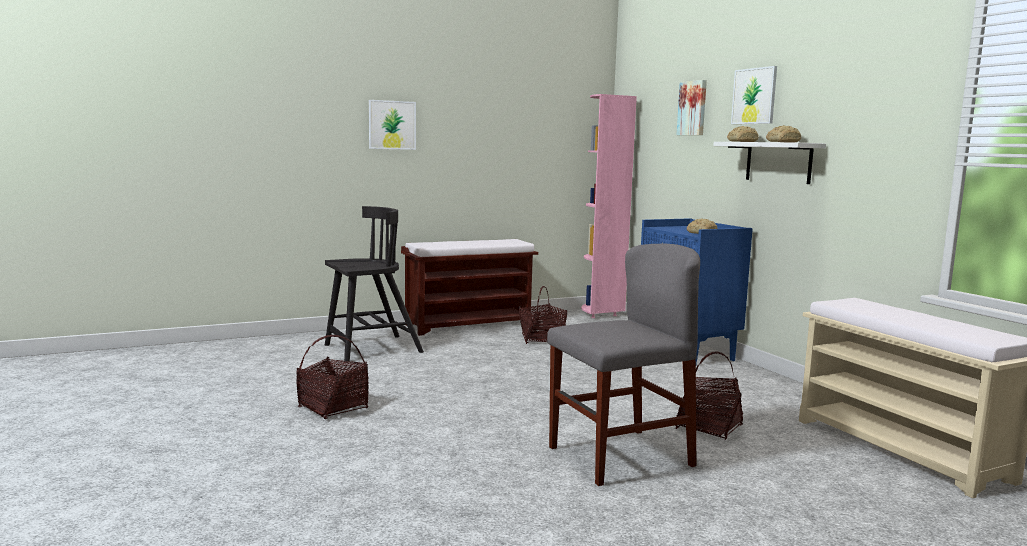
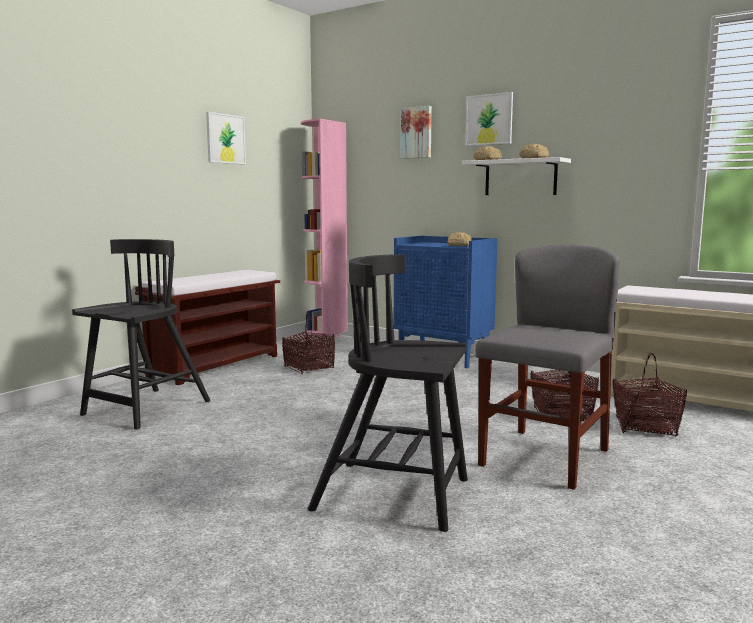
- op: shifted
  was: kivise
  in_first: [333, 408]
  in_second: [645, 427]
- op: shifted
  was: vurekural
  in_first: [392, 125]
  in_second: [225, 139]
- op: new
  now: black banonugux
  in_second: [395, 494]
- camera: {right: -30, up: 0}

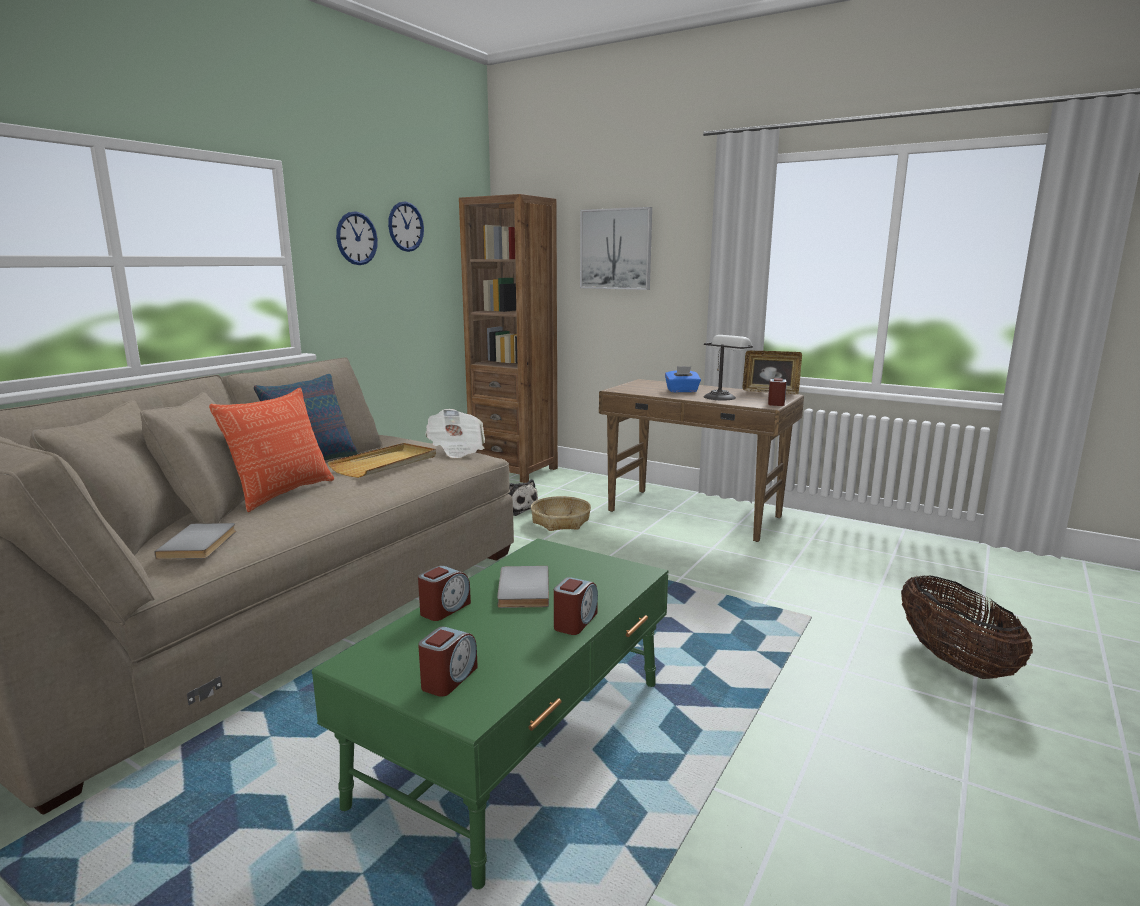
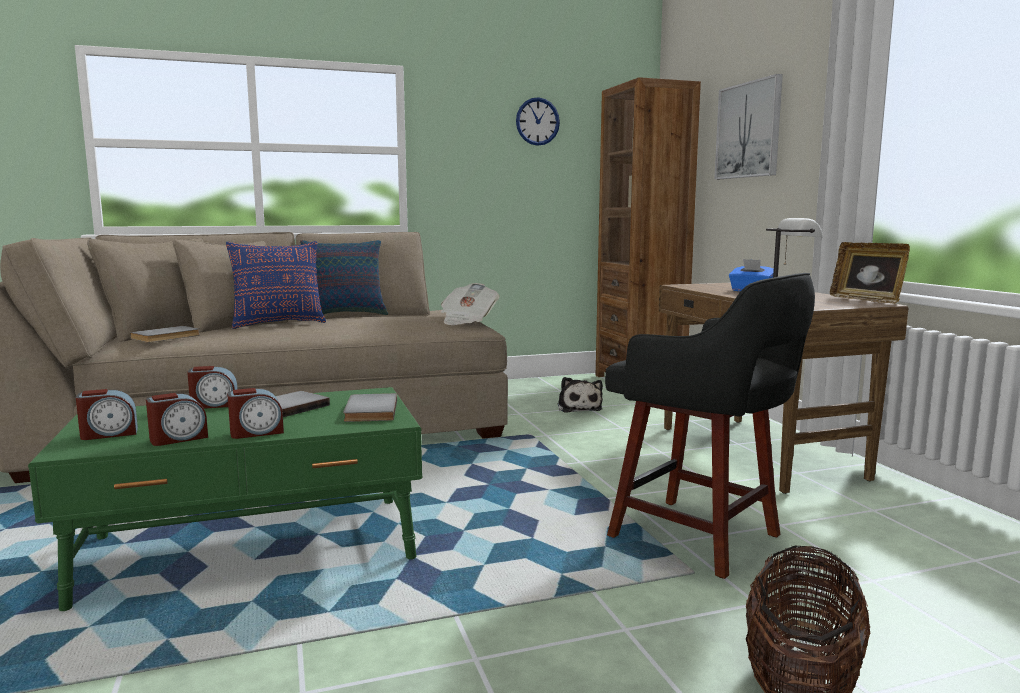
- op: repainted
  was: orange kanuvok
  now: blue kanuvok
  in_first: [282, 493]
  in_second: [279, 324]
- op: gone
  was: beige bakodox
  in_first: [385, 463]
- op: gone
  was: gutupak
  in_first: [356, 238]
- op: gone
  was: kivise
  in_first: [560, 521]
- op: shifted
  was: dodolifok
  in_first: [776, 403]
  in_second: [178, 438]
- op: new
  now: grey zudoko
  in_second: [368, 411]
- op: new
  now: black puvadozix
  in_second: [700, 539]
- camera: {right: 40, up: -5}

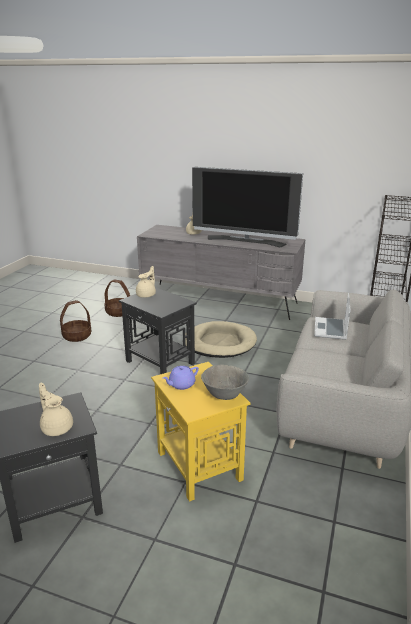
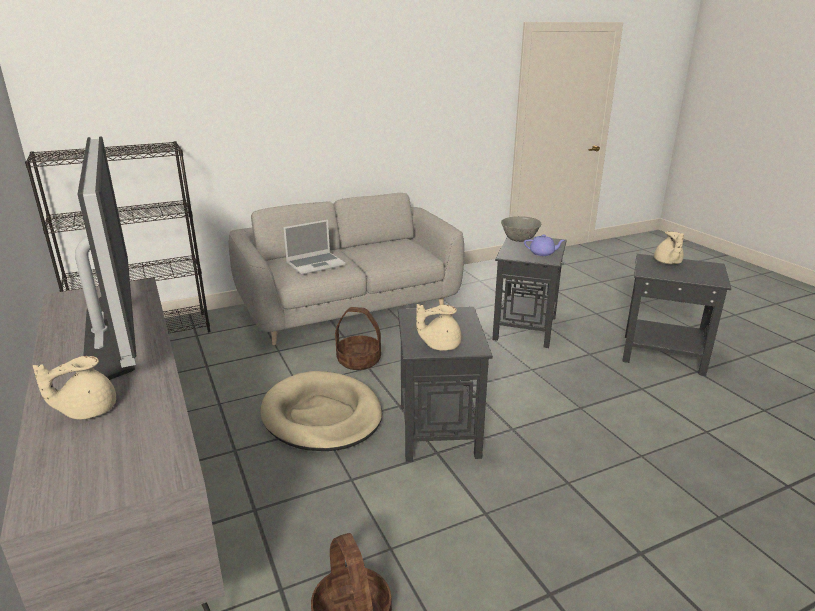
- op: shifted
  was: kivise
  in_first: [77, 336]
  in_second: [358, 361]
- op: repainted
  was: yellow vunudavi
  now: black vunudavi
  in_first: [199, 466]
  in_second: [525, 327]
- camera: {right: -135, up: 0}

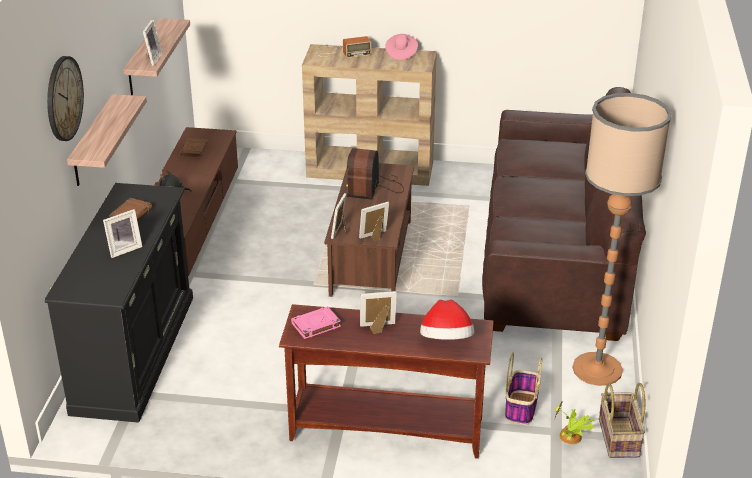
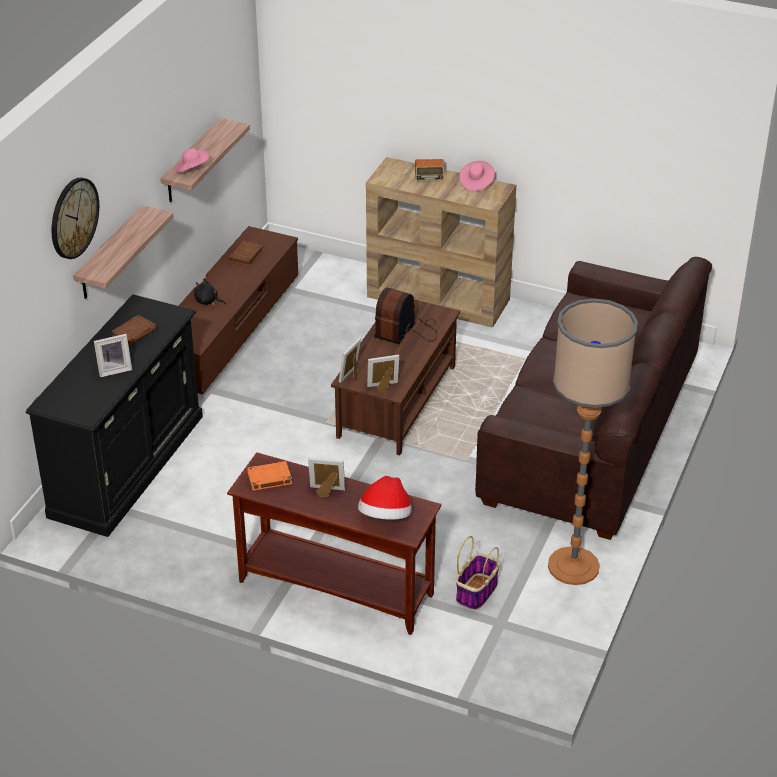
- op: swapped
  was: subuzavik
  now: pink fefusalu
  in_first: [151, 59]
  in_second: [192, 169]
- op: repainted
  was: pink zudoko
  now: orange zudoko
  in_first: [315, 325]
  in_second: [269, 478]
- op: gone
  was: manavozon
  in_first: [571, 437]
- op: gone
  was: kivise
  in_first: [619, 438]
- camera: {right: 15, up: 5}

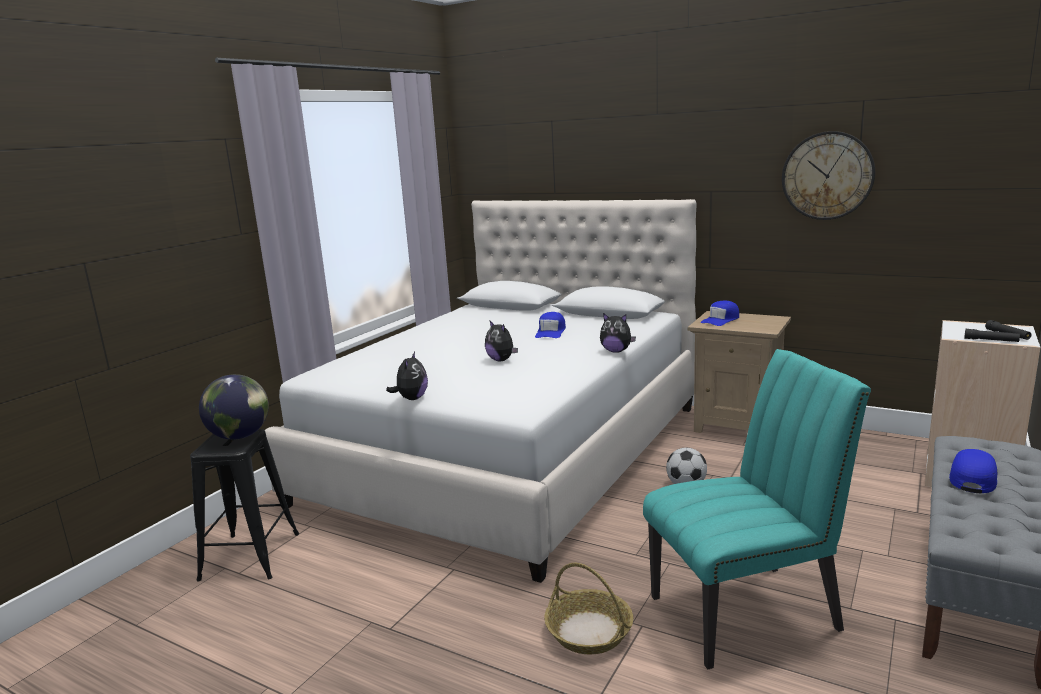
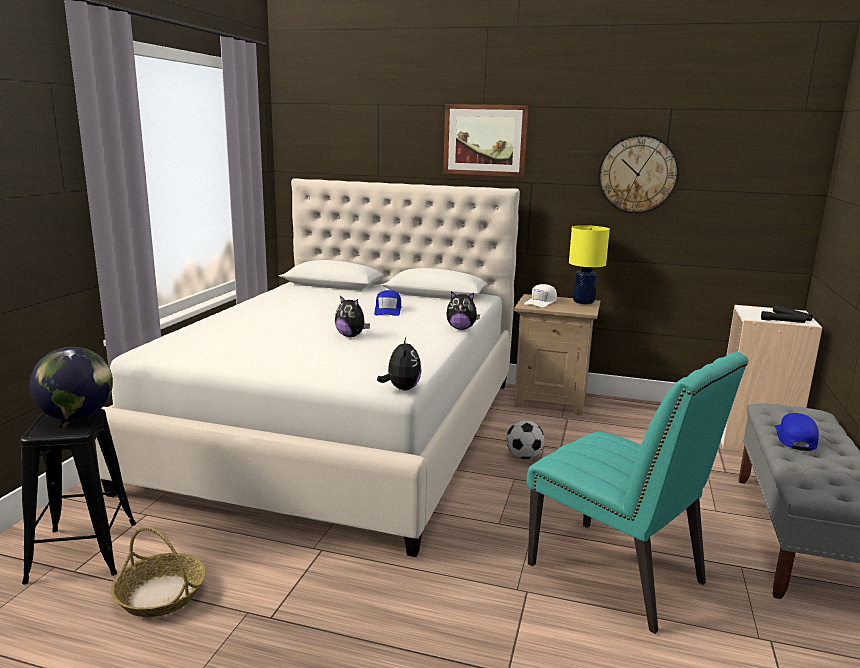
- op: shifted
  was: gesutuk
  in_first: [411, 398]
  in_second: [401, 389]
- op: shifted
  was: kivise
  in_first: [588, 631]
  in_second: [160, 595]
- op: rotated
  was: turquoise banonugux
  in_first: [743, 614]
  in_second: [614, 573]
  clockwise: 75
- op: repainted
  was: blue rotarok
  now: white rotarok
  in_first: [721, 320]
  in_second: [541, 302]
- op: new
  now: vurekural
  in_second: [485, 140]
- op: new
  now: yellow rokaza
  in_second: [583, 303]
- camera: {right: -15, up: 0}

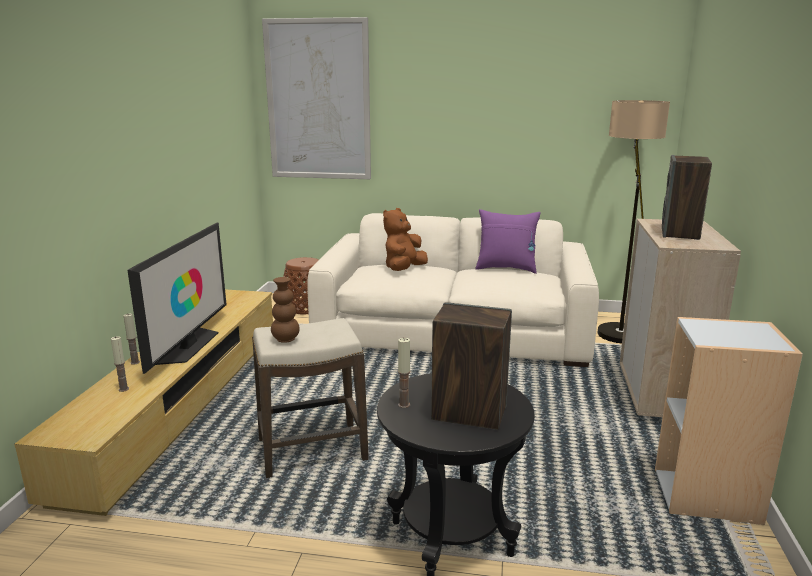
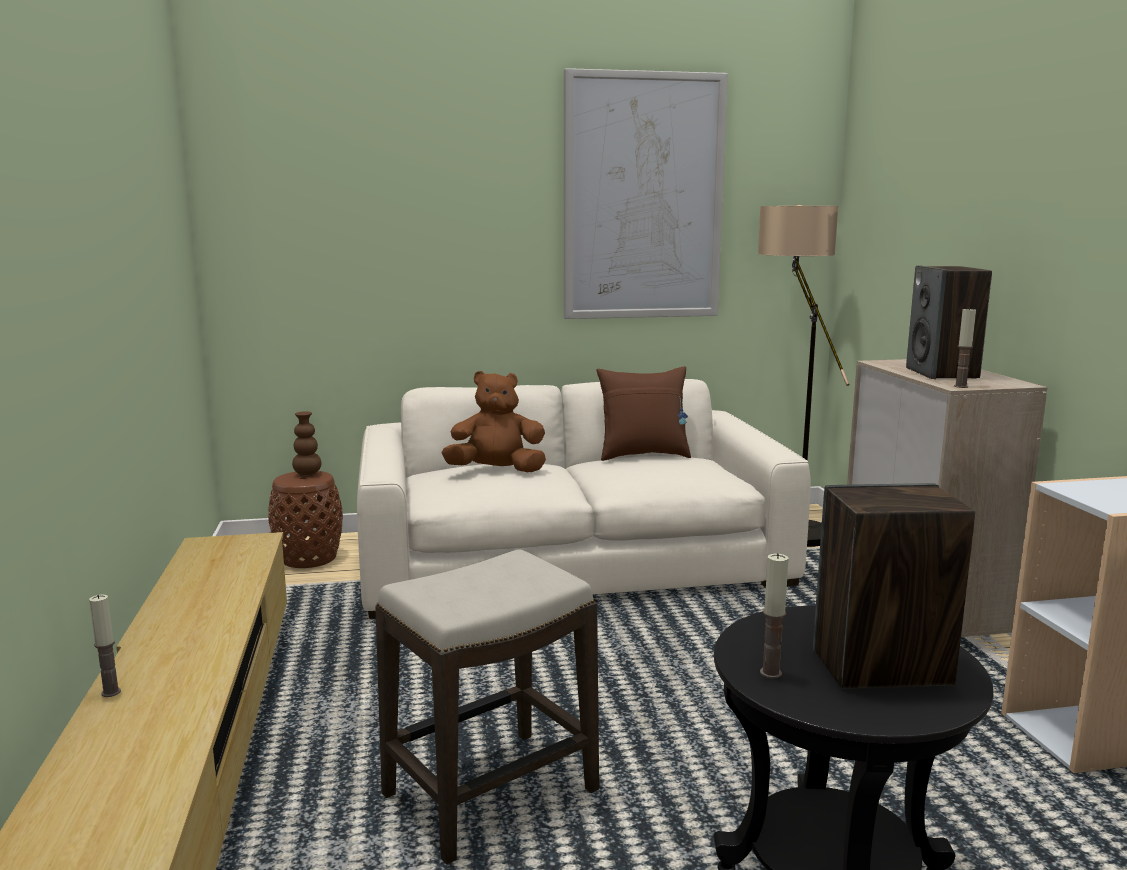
- op: shifted
  was: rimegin
  in_first: [123, 389]
  in_second: [960, 386]
- op: gone
  was: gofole
  in_first: [188, 346]
- op: shifted
  was: vurekural
  in_first: [318, 100]
  in_second: [643, 198]
- op: shifted
  was: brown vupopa
  in_first: [285, 339]
  in_second: [307, 474]
- op: rotated
  was: brown gesutuk
  in_first: [404, 269]
  in_second: [496, 471]
  clockwise: 75
- op: repainted
  was: purple kanuvok
  now: brown kanuvok
  in_first: [506, 269]
  in_second: [643, 456]
- camera: {right: -20, up: -5}

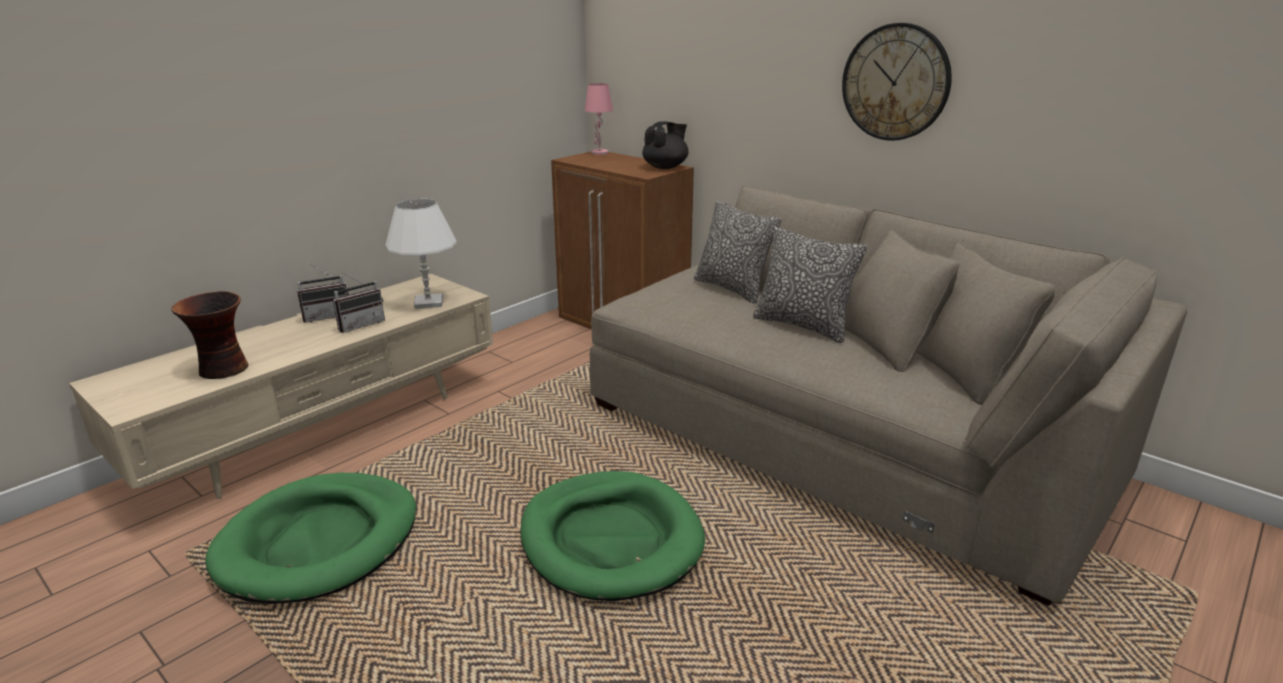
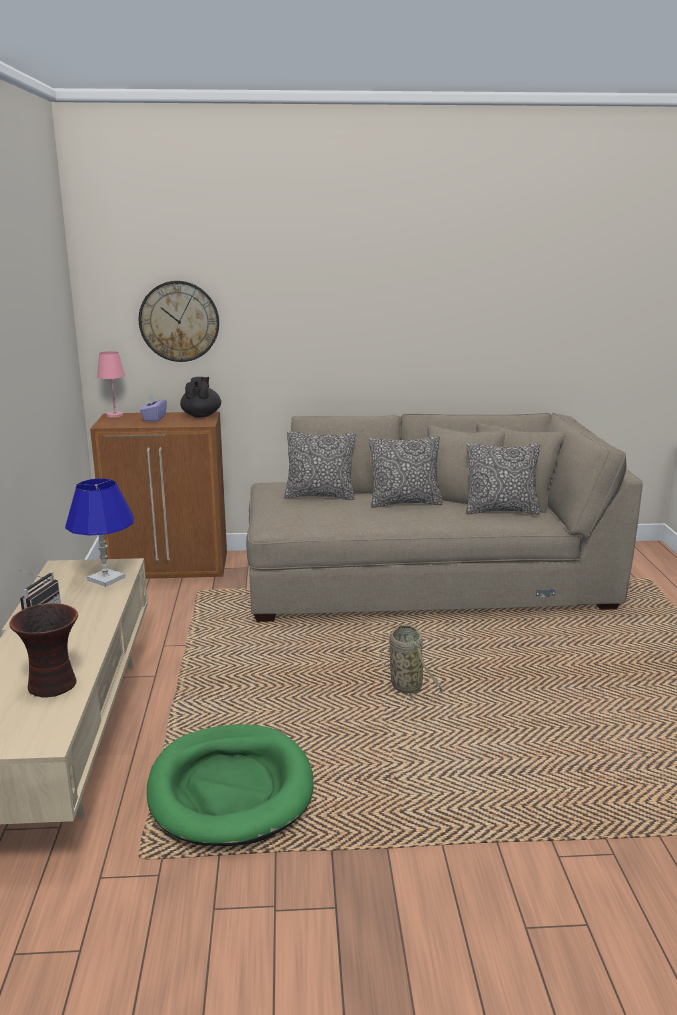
- op: gone
  was: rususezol
  in_first: [360, 324]
- op: repainted
  was: white rokaza
  now: blue rokaza
  in_first: [428, 302]
  in_second: [106, 579]
- op: swapped
  was: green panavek
  now: kivise
  in_first: [611, 539]
  in_second: [405, 684]
- op: shifted
  was: gutupak
  in_first: [895, 82]
  in_second: [179, 321]
- op: new
  now: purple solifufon
  in_second: [154, 418]
- op: new
  now: kanuvok
  in_second: [501, 510]
- camera: {right: -45, up: -5}

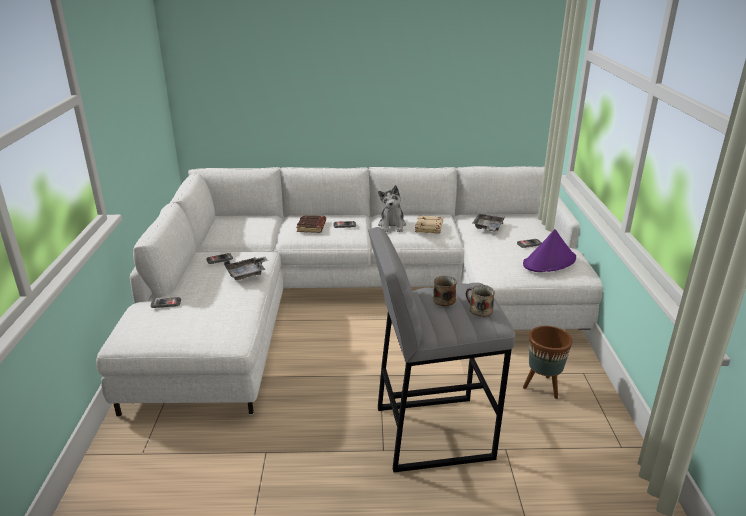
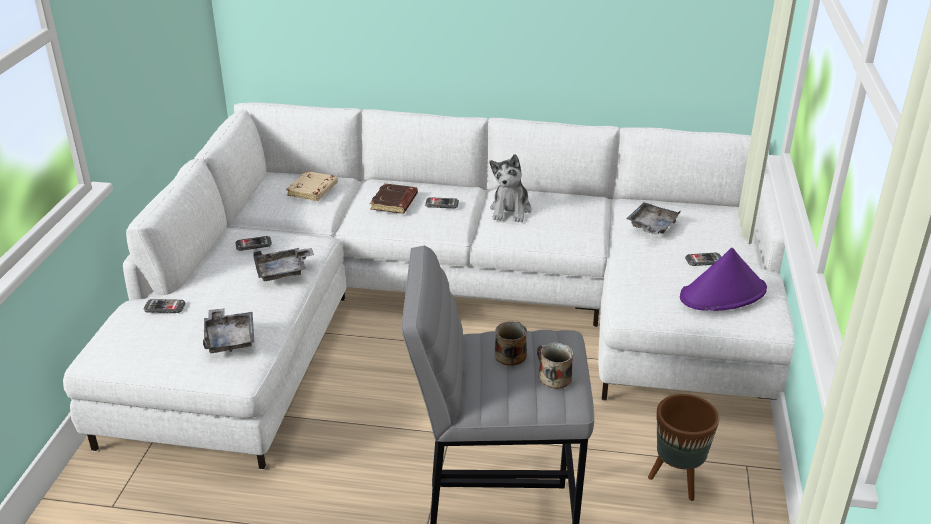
- op: shifted
  was: beige zudoko
  in_first: [429, 227]
  in_second: [313, 190]
- op: new
  now: grey bakodox
  in_second: [229, 338]
- camera: {right: 10, up: 5}

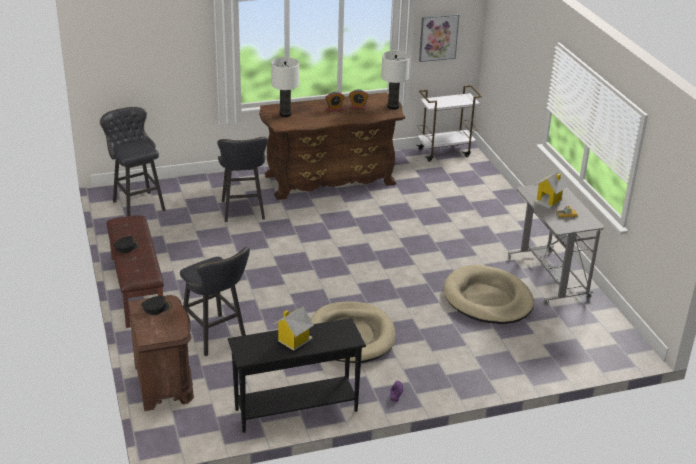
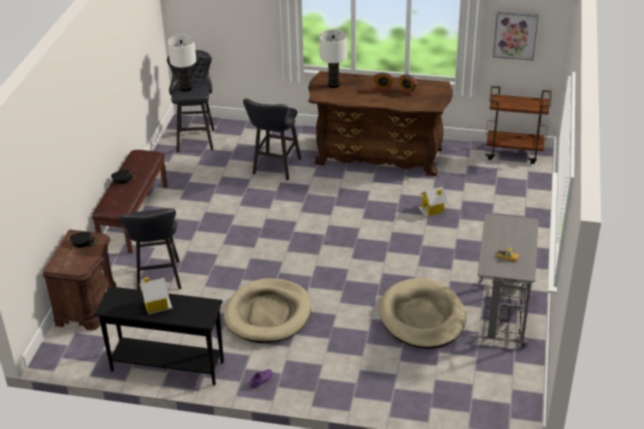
- op: shifted
  was: white rokaza
  in_first: [392, 106]
  in_second: [186, 88]
- op: repainted
  was: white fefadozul
  now: brown fefadozul
  in_first: [445, 152]
  in_second: [514, 154]
- op: shifted
  was: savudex
  in_first: [548, 201]
  in_second: [432, 210]
- camera: {right: 30, up: 5}

